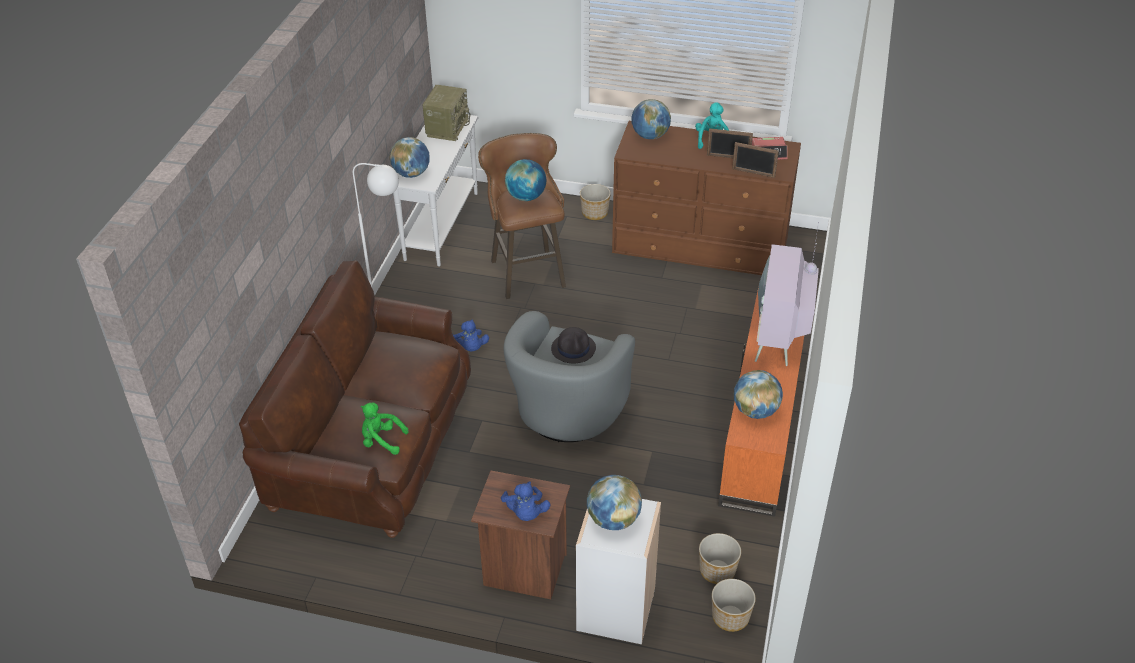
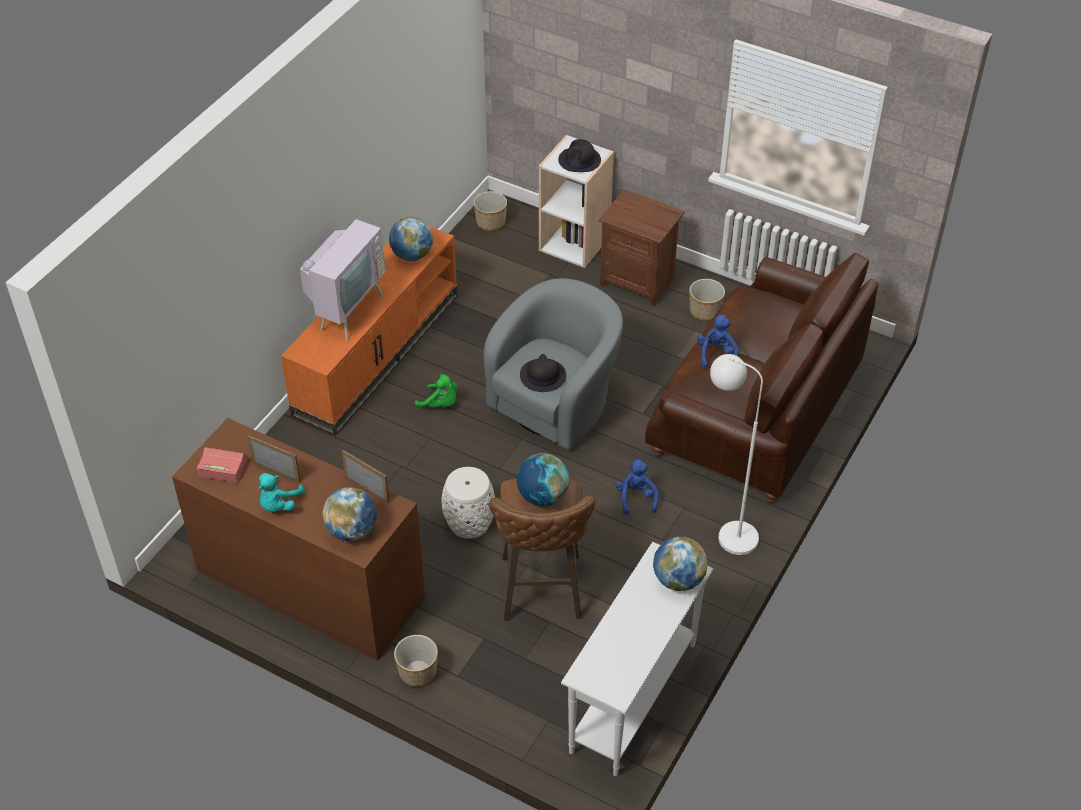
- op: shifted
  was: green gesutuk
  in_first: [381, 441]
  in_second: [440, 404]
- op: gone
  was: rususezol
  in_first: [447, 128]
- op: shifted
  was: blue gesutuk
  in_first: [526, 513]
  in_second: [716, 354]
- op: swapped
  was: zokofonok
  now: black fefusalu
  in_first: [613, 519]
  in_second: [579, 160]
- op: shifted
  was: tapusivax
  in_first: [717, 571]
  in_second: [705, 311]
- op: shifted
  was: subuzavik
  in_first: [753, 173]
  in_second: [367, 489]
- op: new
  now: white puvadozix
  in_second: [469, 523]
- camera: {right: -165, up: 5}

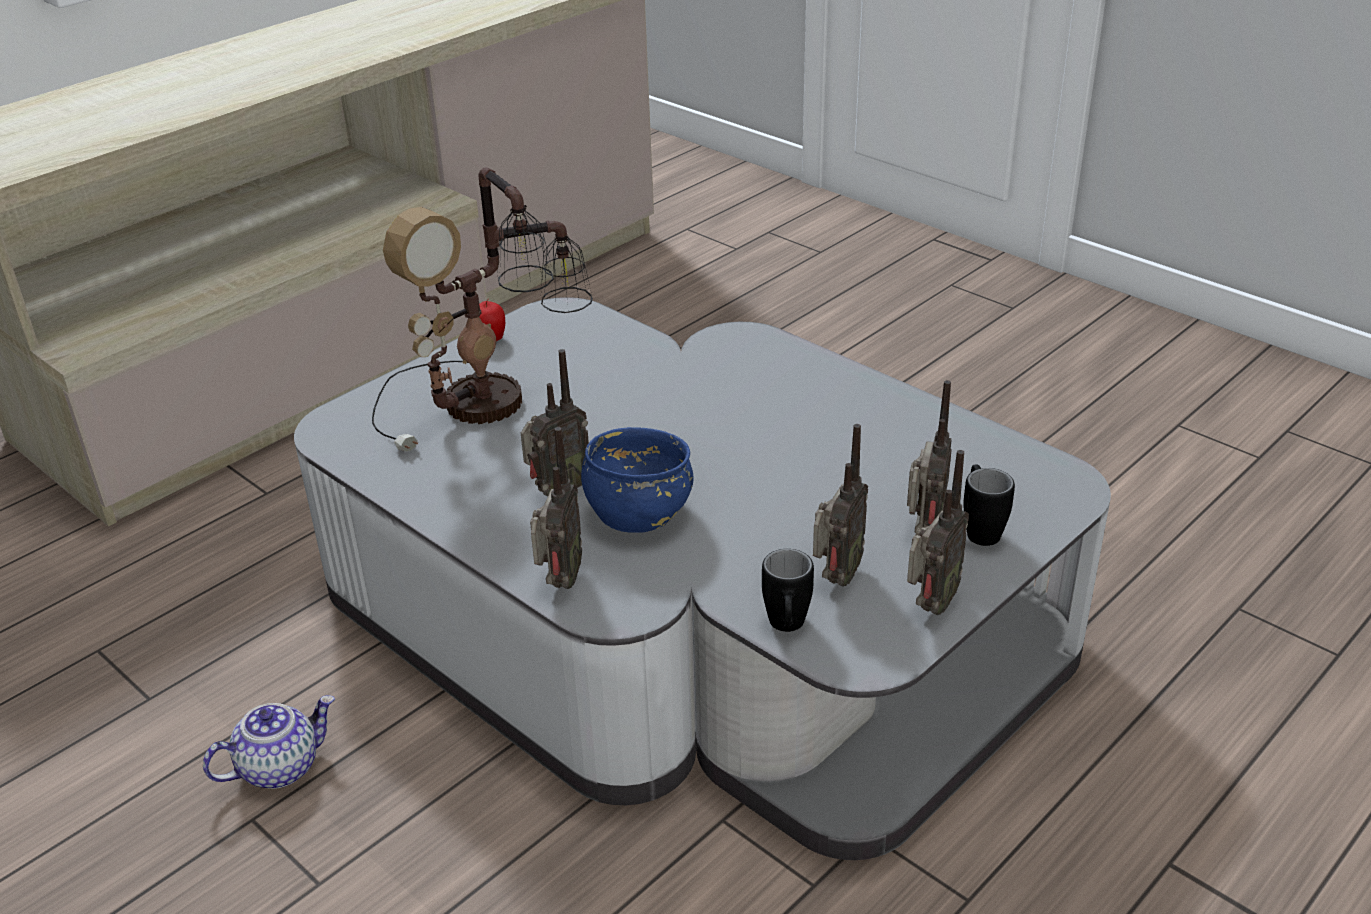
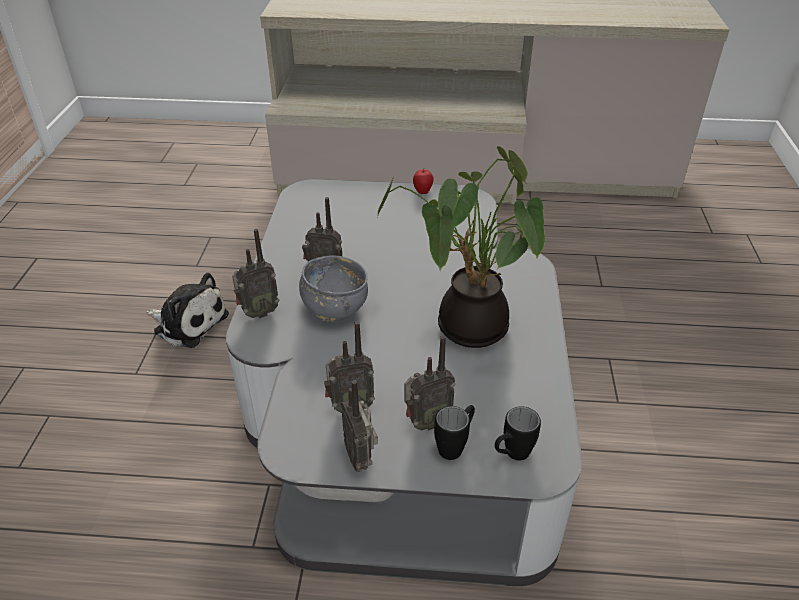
- op: swapped
  was: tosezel
  now: gesutuk
  in_first: [280, 766]
  in_second: [188, 322]
- op: gone
  was: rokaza
  in_first: [490, 403]
- op: repainted
  was: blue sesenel
  now: grey sesenel
  in_first: [639, 513]
  in_second: [335, 309]
- op: shifted
  was: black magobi
  in_first: [786, 628]
  in_second: [511, 455]
- op: rotated
  was: rususezol
  in_first: [930, 606]
  in_second: [361, 457]
  clockwise: 75
- op: new
  now: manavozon
  in_second: [466, 327]
- camera: {right: 50, up: 5}

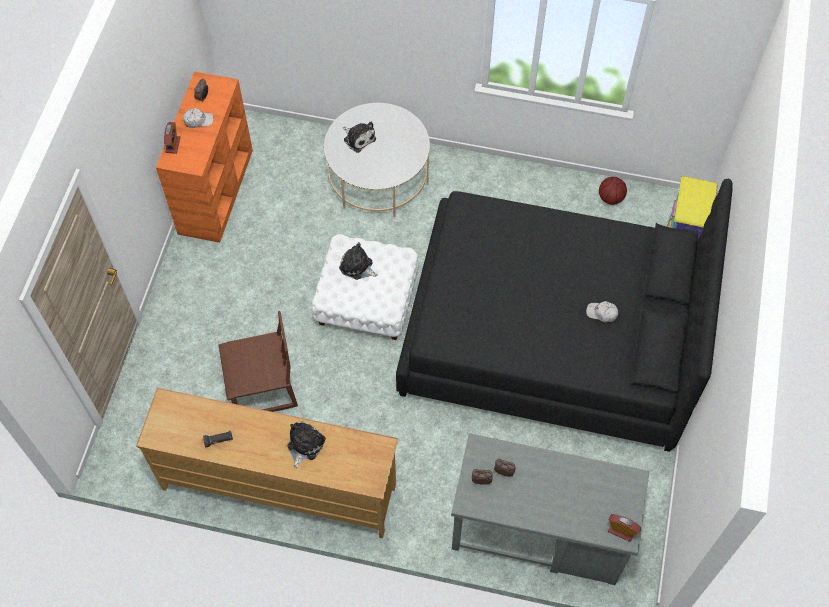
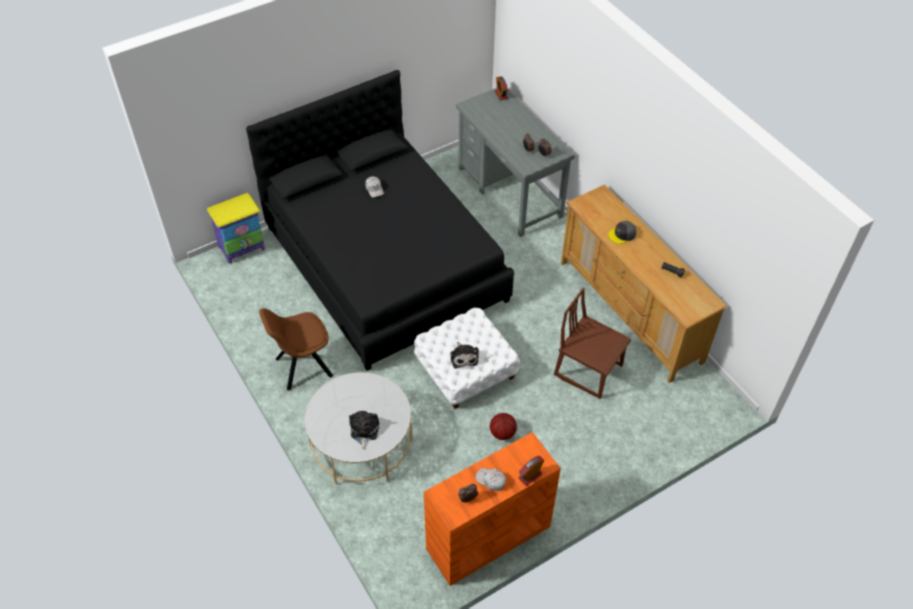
- op: swapped
  was: gesutuk
  now: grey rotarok
  in_first: [304, 445]
  in_second: [622, 234]
- op: shifted
  was: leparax
  in_first: [610, 198]
  in_second: [502, 433]
- op: new
  now: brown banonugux
  in_second: [303, 367]
- camera: {right: -135, up: -10}

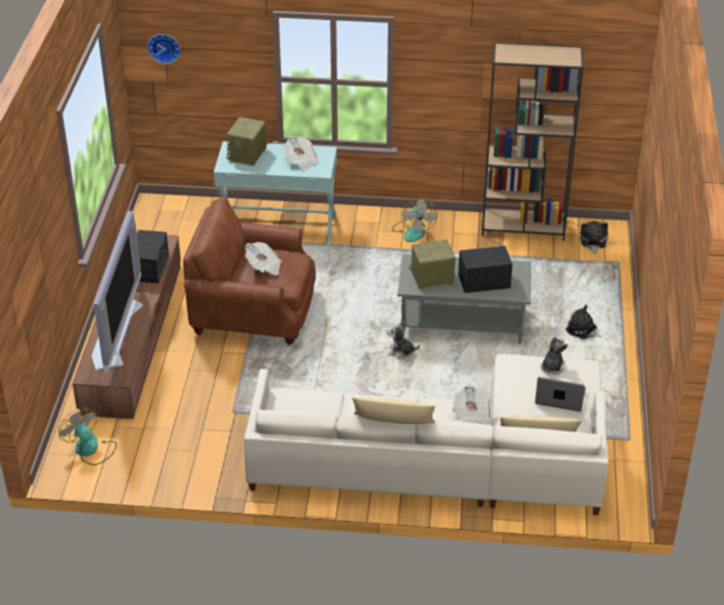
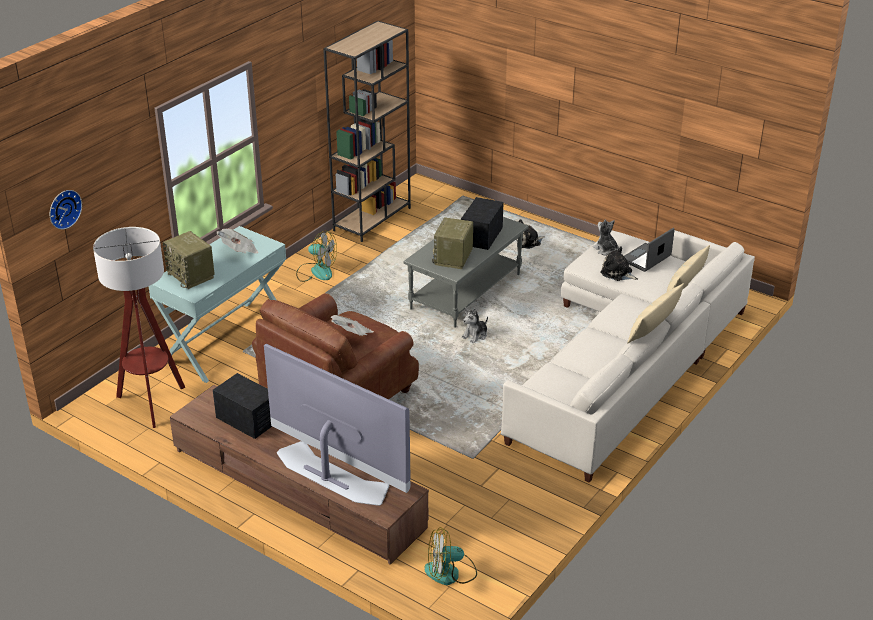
- op: gone
  was: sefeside
  in_first: [472, 417]
- op: shifted
  was: gesutuk
  in_first: [593, 242]
  in_second: [617, 273]
- op: new
  now: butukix
  in_second: [152, 403]
- camera: {right: -60, up: -5}

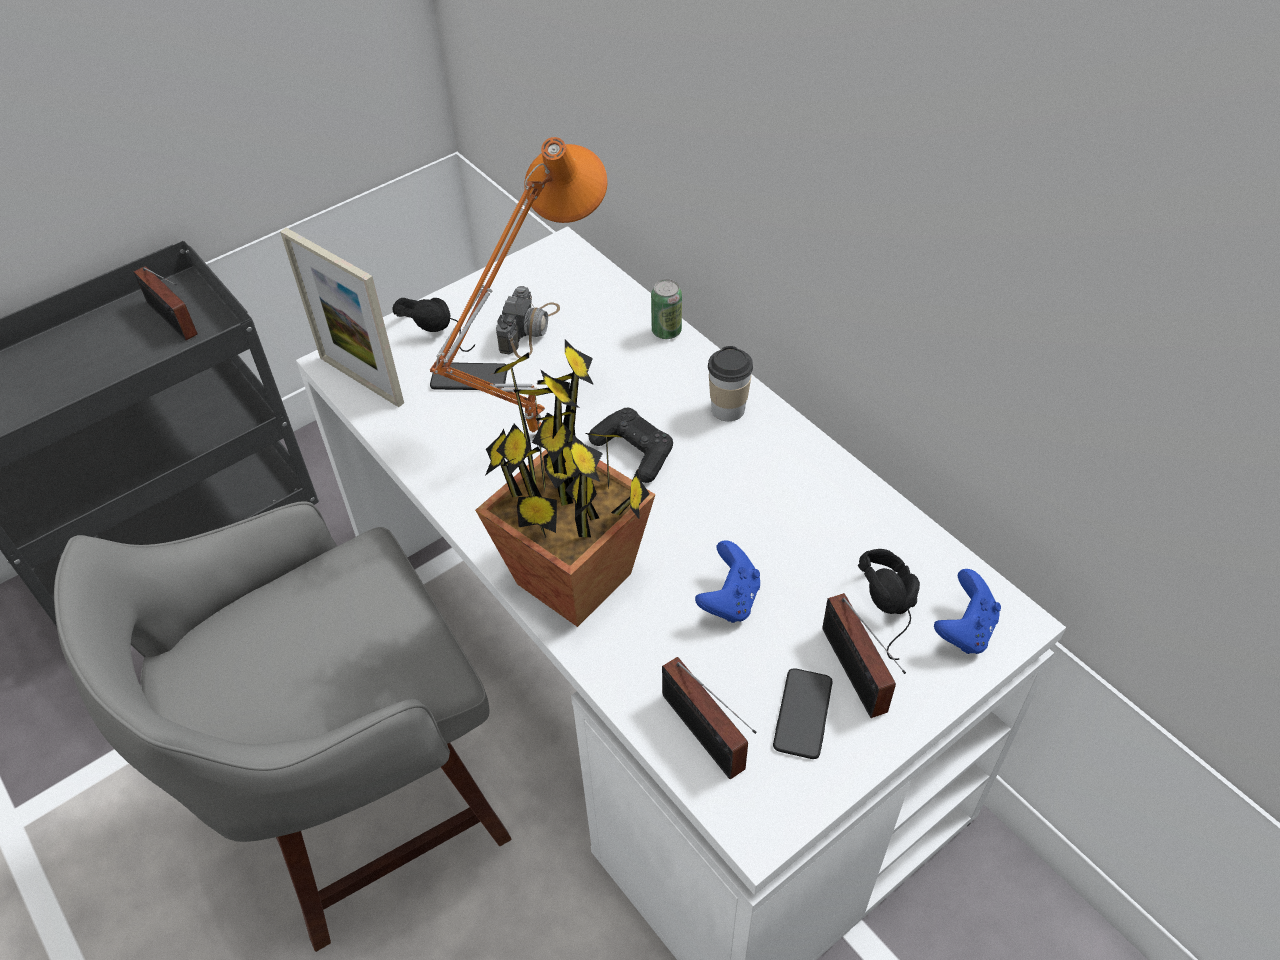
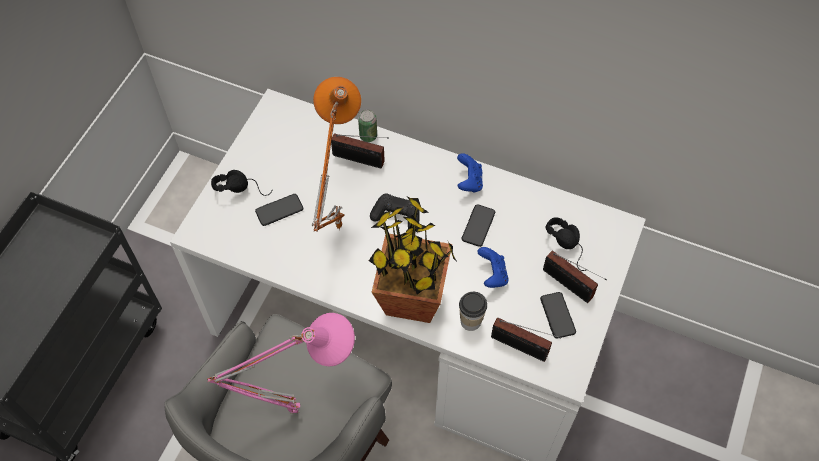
- op: shifted
  was: rususezol
  in_first: [173, 321]
  in_second: [361, 160]
- op: gone
  was: subuzavik
  in_first: [361, 380]
- op: gone
  was: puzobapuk
  in_first: [529, 329]
- op: shifted
  was: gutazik
  in_first: [728, 409]
  in_second: [470, 321]
- op: shifted
  was: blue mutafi
  in_first: [964, 630]
  in_second: [469, 182]
- op: new
  now: pink rokaza
  in_second: [295, 409]
- op: new
  now: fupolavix
  in_second: [478, 226]
- camera: {right: -30, up: 10}

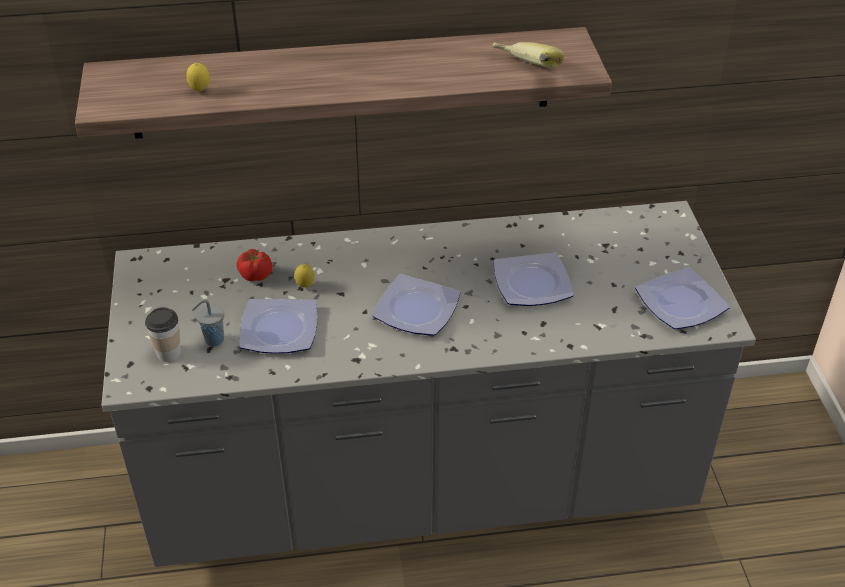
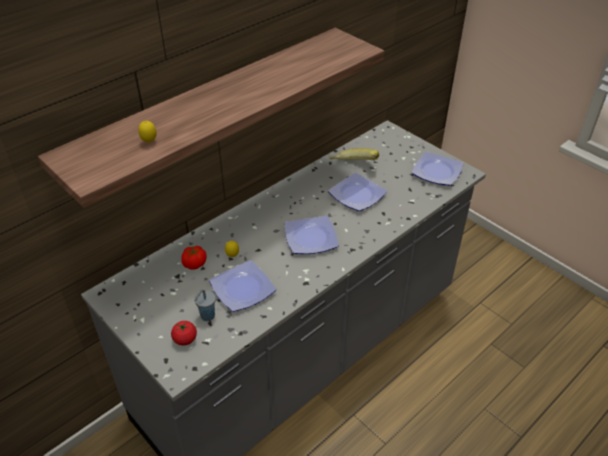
- op: swapped
  was: gutazik
  now: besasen
  in_first: [168, 352]
  in_second: [185, 339]
- op: shifted
  was: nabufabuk
  in_first: [524, 73]
  in_second: [353, 166]
- camera: {right: -35, up: 0}

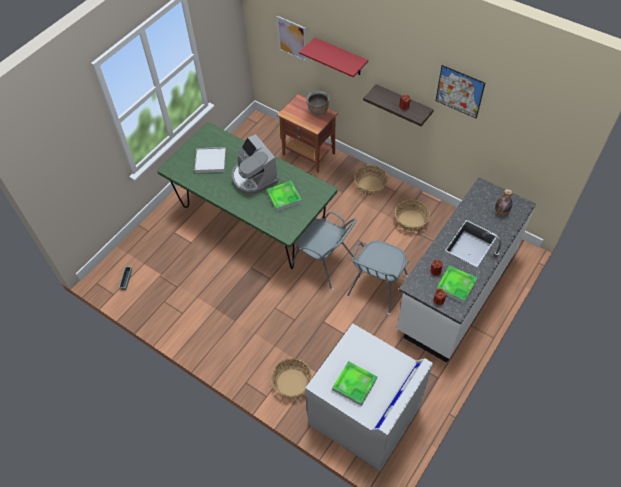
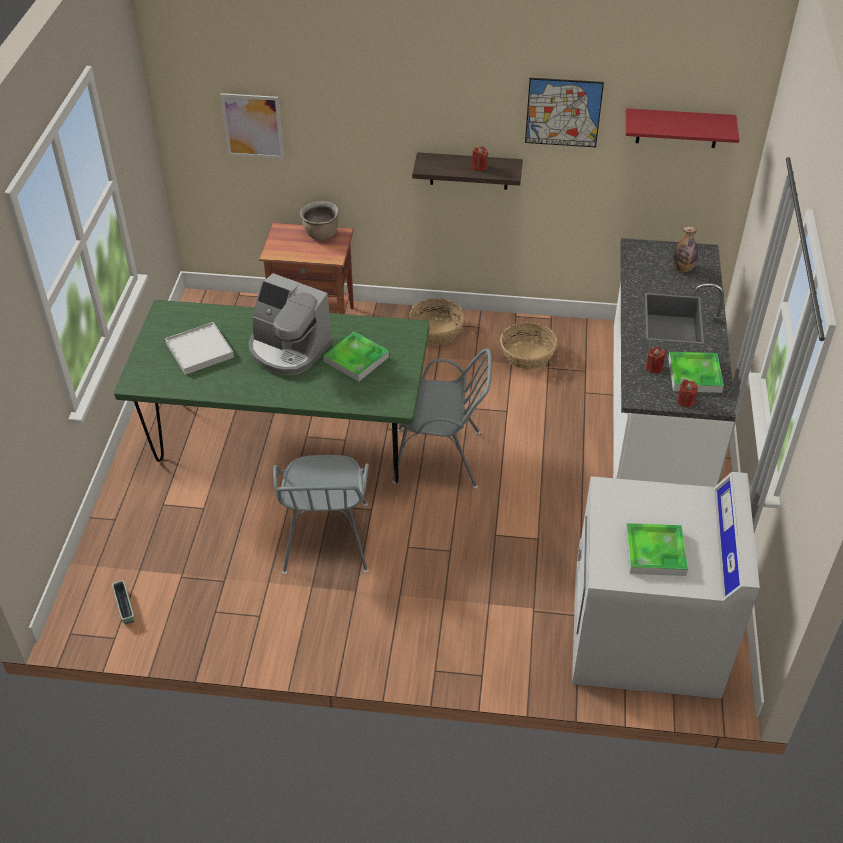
- op: gone
  was: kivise
  in_first: [292, 382]
- op: shifted
  was: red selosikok
  in_first: [340, 57]
  in_second: [677, 128]
- op: shifted
  was: grey banonugux
  in_first: [376, 288]
  in_second: [326, 541]
- camera: {right: -30, up: -10}

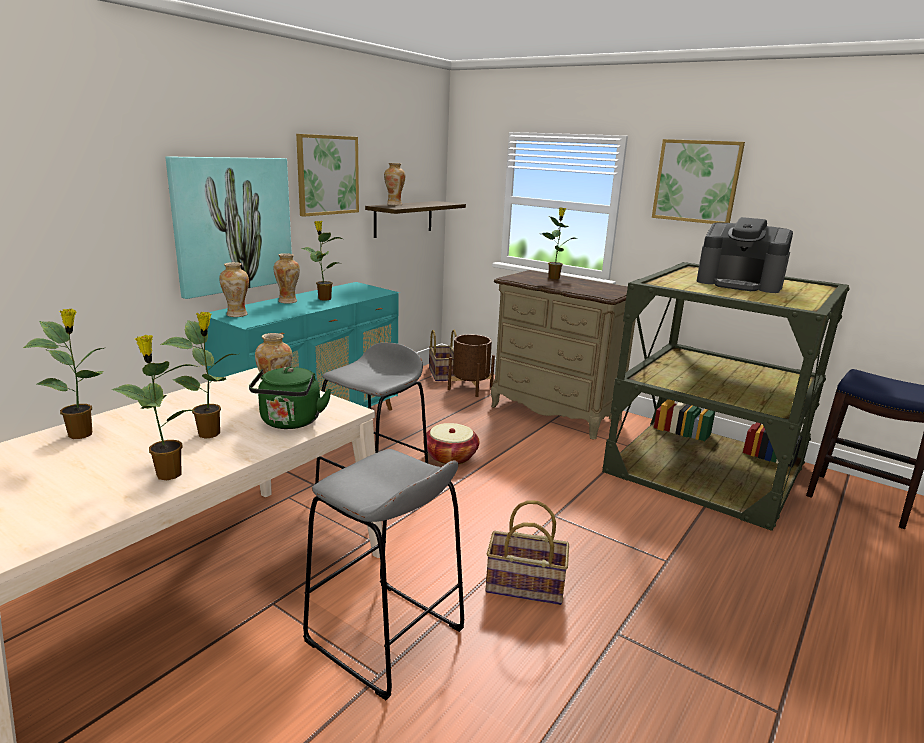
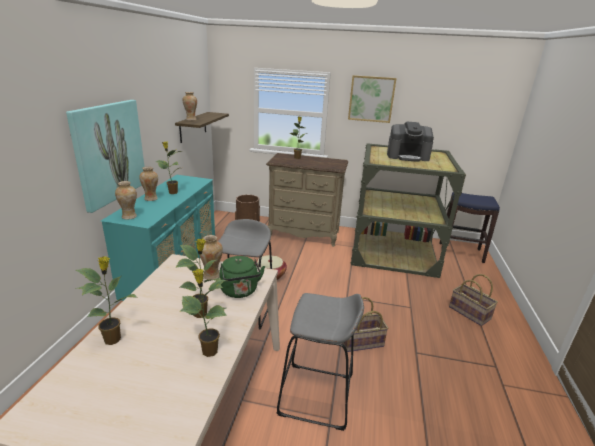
- op: gone
  was: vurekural
  in_first: [327, 175]
- op: shifted
  was: kivise
  in_first: [443, 374]
  in_second: [470, 313]
- camera: {right: -25, up: 5}

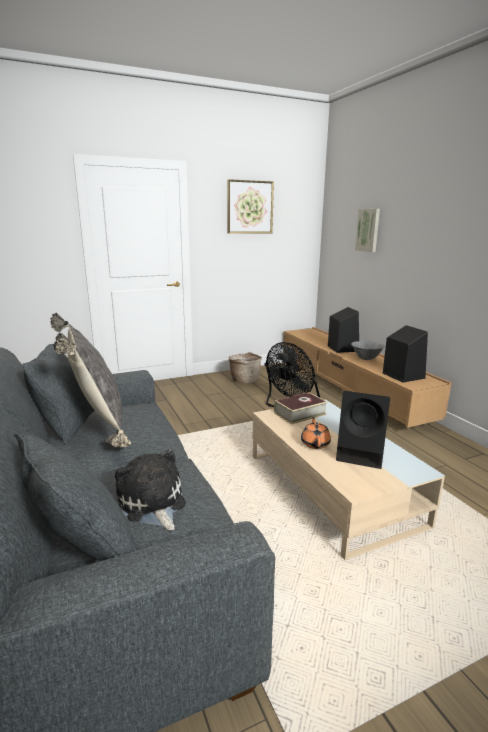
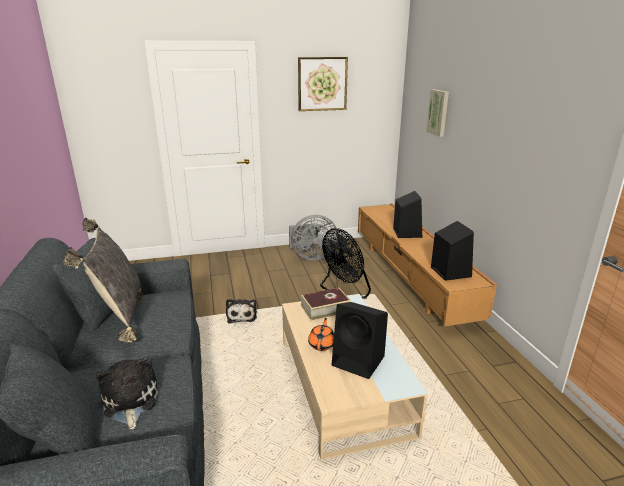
- op: swapped
  was: kivise
  now: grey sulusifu
  in_first: [244, 380]
  in_second: [311, 256]
- op: gone
  was: grey sesenel
  in_first: [366, 359]
- op: new
  now: gesutuk
  in_second: [242, 316]
- camera: {right: 10, up: 5}

